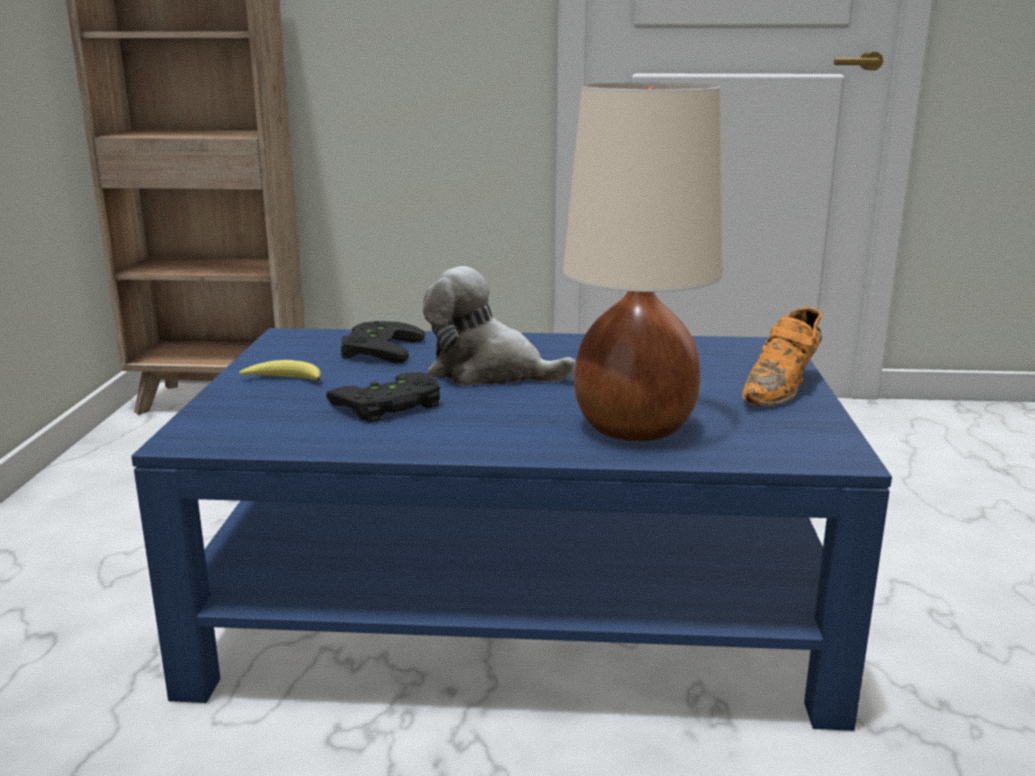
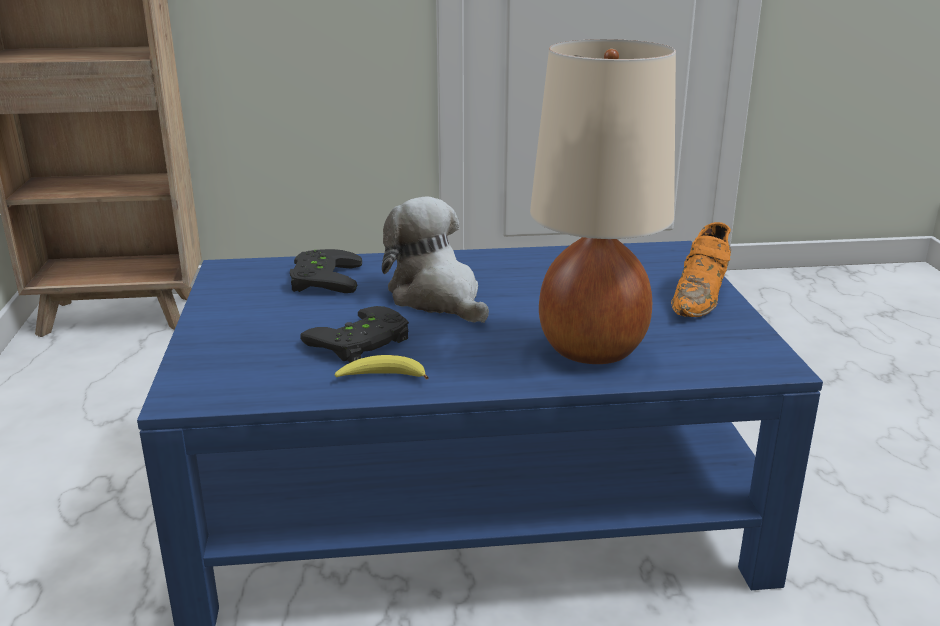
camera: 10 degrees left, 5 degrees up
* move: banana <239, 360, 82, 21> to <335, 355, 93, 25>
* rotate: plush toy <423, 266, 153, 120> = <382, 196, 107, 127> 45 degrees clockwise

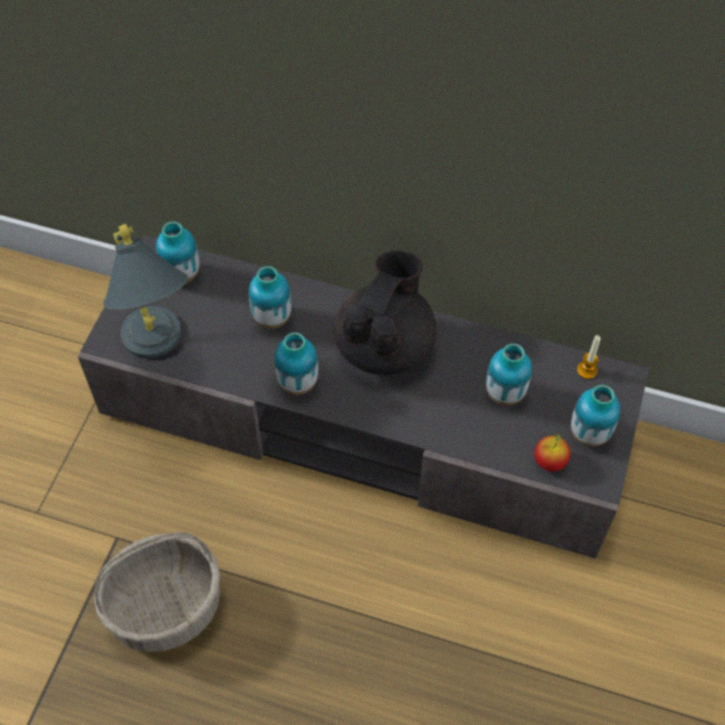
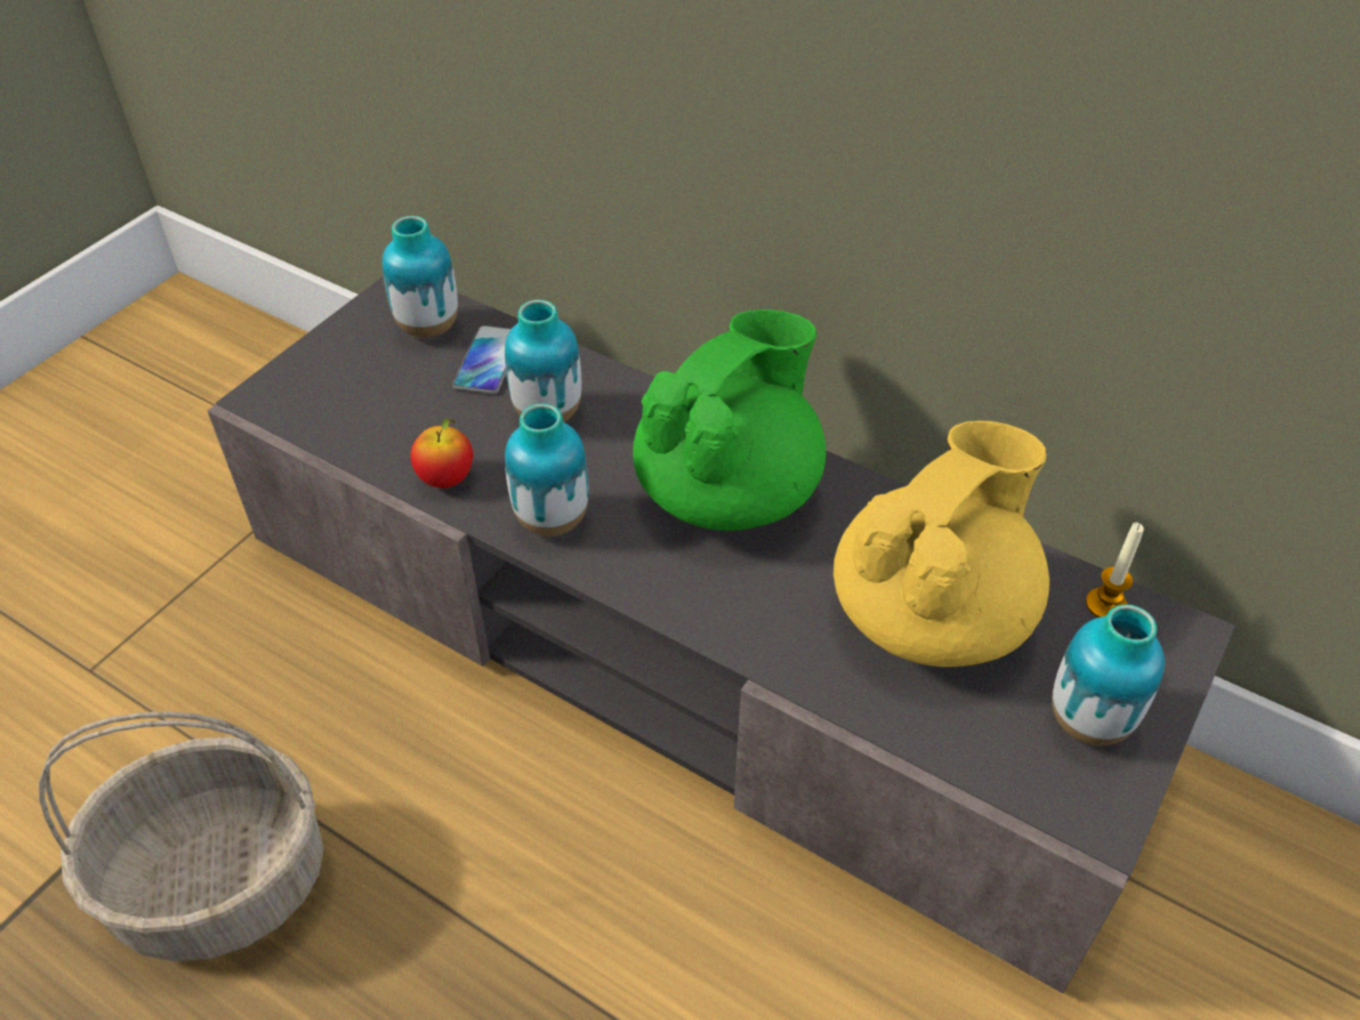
camera: 15 degrees right, 10 degrees down
* move: apple <534, 434, 36, 37> to <410, 417, 63, 71>
* insert: phone <452, 325, 60, 69>
* recolor: teapot (black) <334, 251, 103, 124> to teapot (green) <633, 309, 193, 222>
* replace: vase <486, 344, 46, 62> to teapot (yellow) <833, 421, 216, 246>
* delete: table lamp (grey) <103, 224, 85, 134>

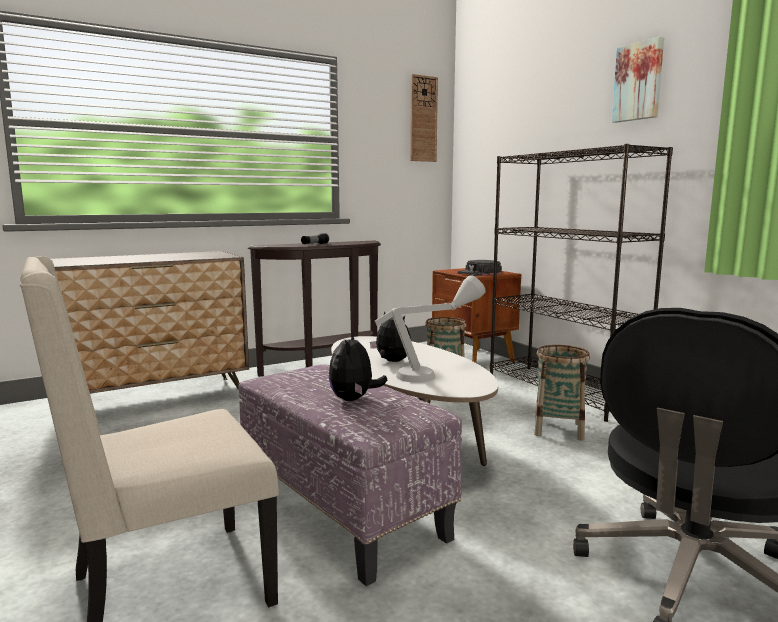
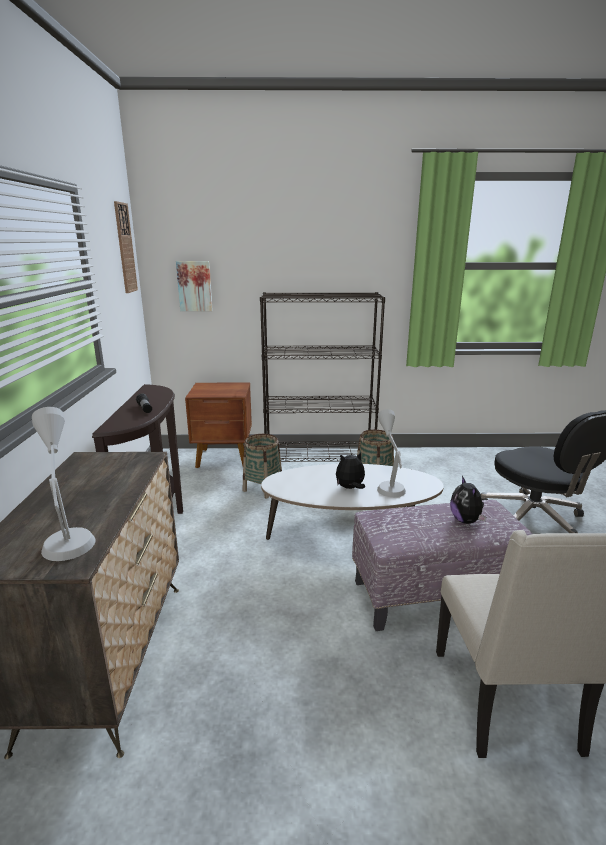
camera: 60 degrees left, 10 degrees up
* insert: table lamp (grey) <32, 407, 63, 154>
* move: picture <612, 37, 52, 86> to <176, 261, 37, 50>
* rotate: plush toy <329, 331, 58, 70> = <450, 476, 36, 48> 45 degrees clockwise
* delete: cap (black) <457, 260, 45, 16>

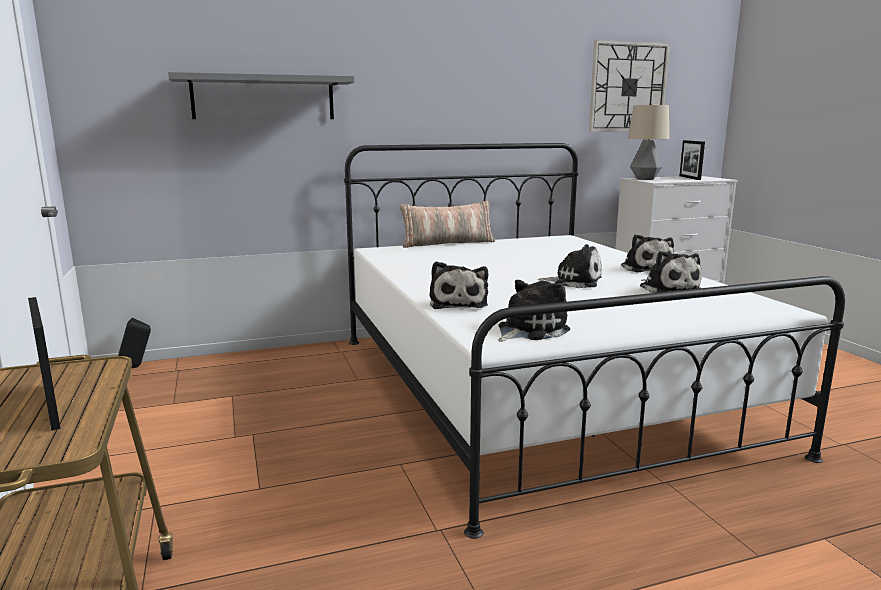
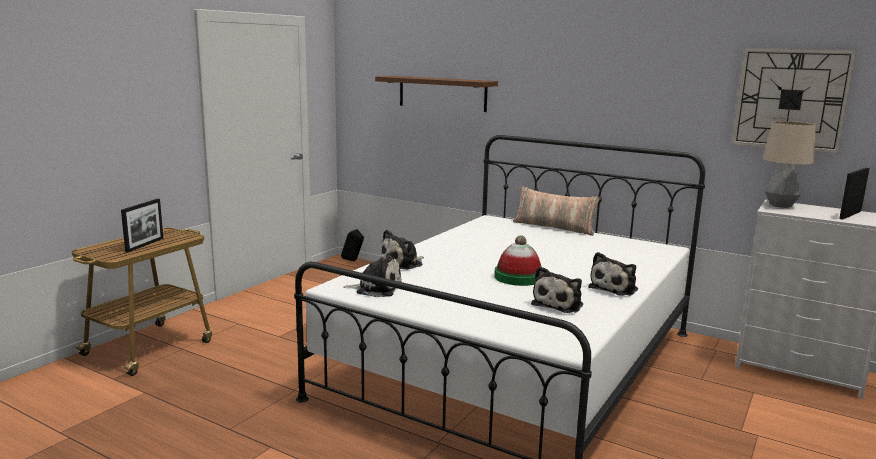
camera: 50 degrees right, 0 degrees up
* recolor: shelf (grey) <168, 72, 187, 47> to shelf (brown) <375, 76, 123, 36>
* replace: plush toy <537, 244, 65, 44> to hat <494, 235, 47, 51>

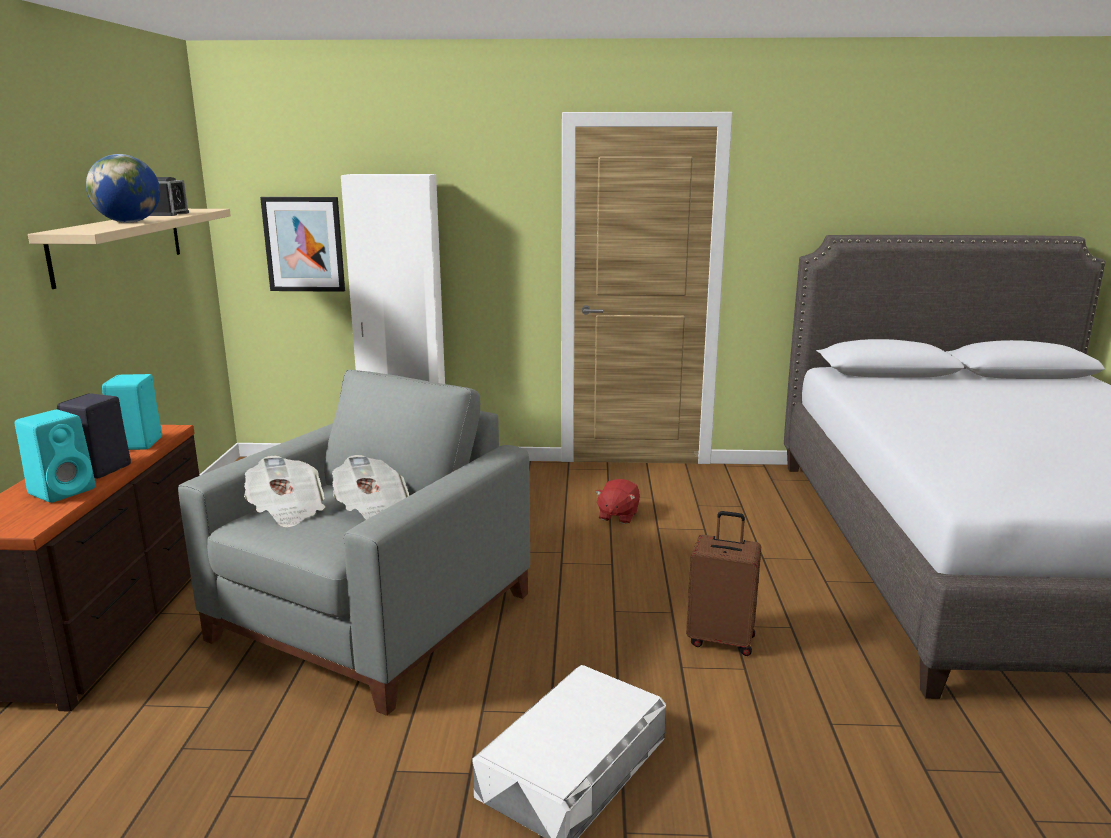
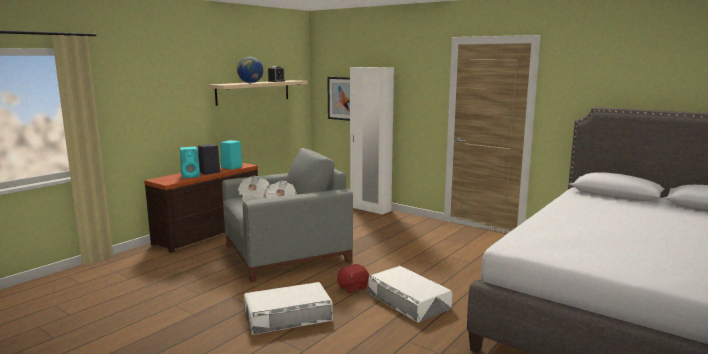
camera: 35 degrees right, 5 degrees down
* move: plush toy (red) <595, 479, 45, 45> to <337, 264, 32, 29>
* replace: suitcase (brown) <686, 511, 75, 145> to storage box (white) <368, 266, 84, 57>

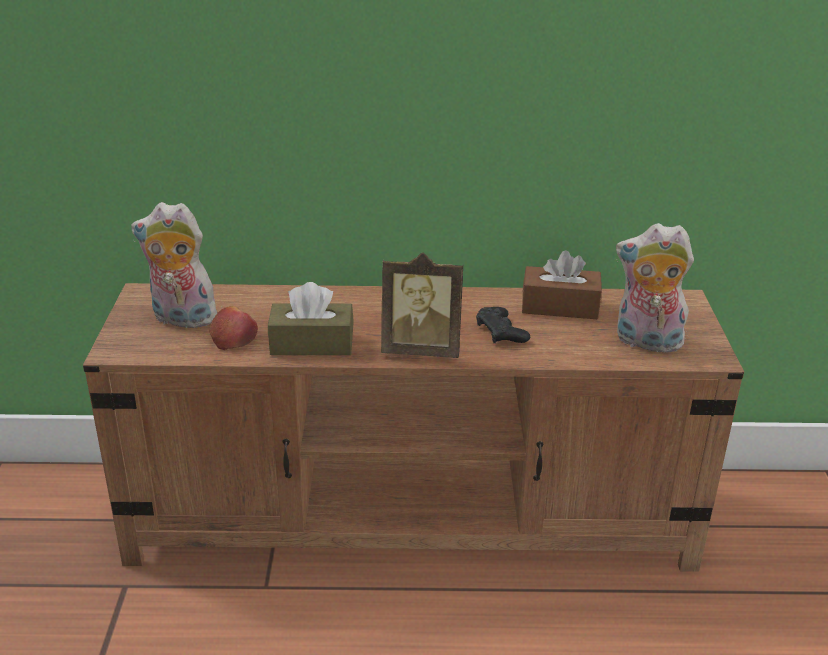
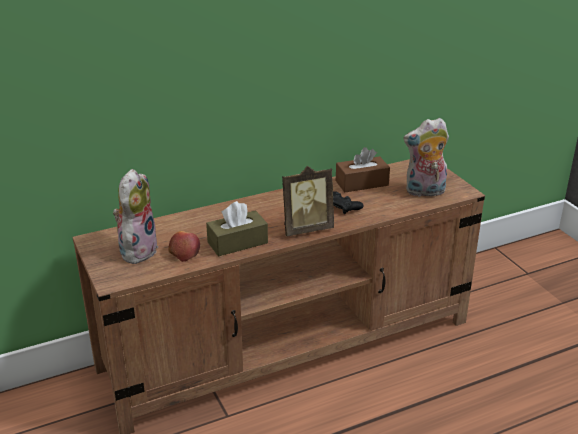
camera: 25 degrees left, 0 degrees up
* rotate: plush toy <131, 202, 86, 126> = <113, 169, 45, 95> 120 degrees clockwise

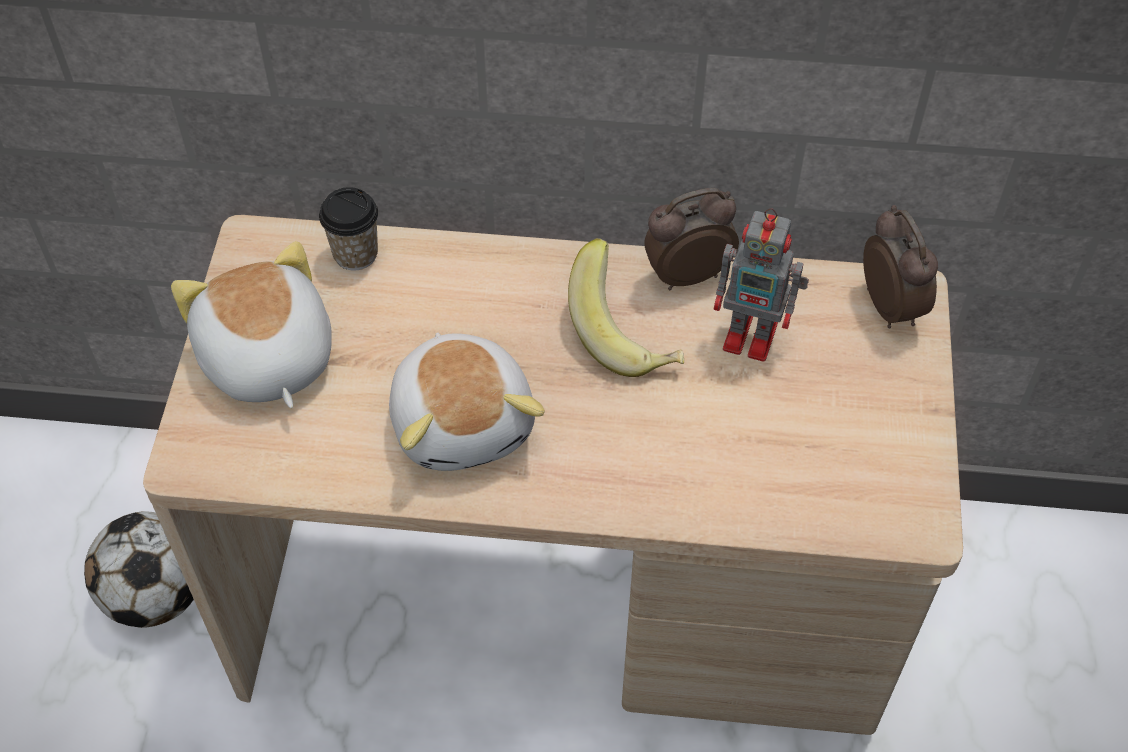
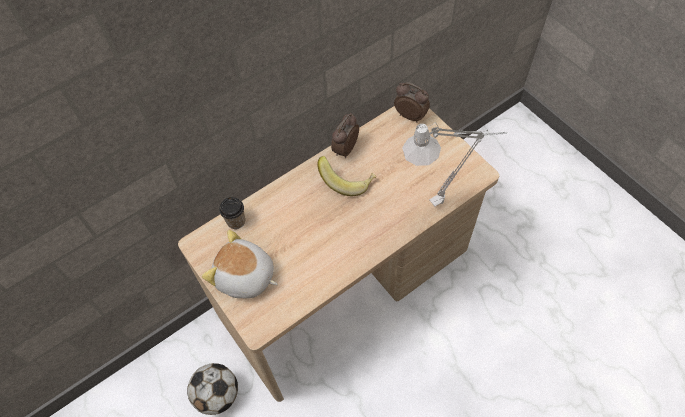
camera: 40 degrees left, 5 degrees up
* insert: table lamp (grey) <402, 122, 106, 85>
* delete: plush toy <389, 332, 156, 139>
* delete: toy robot <713, 208, 96, 154>

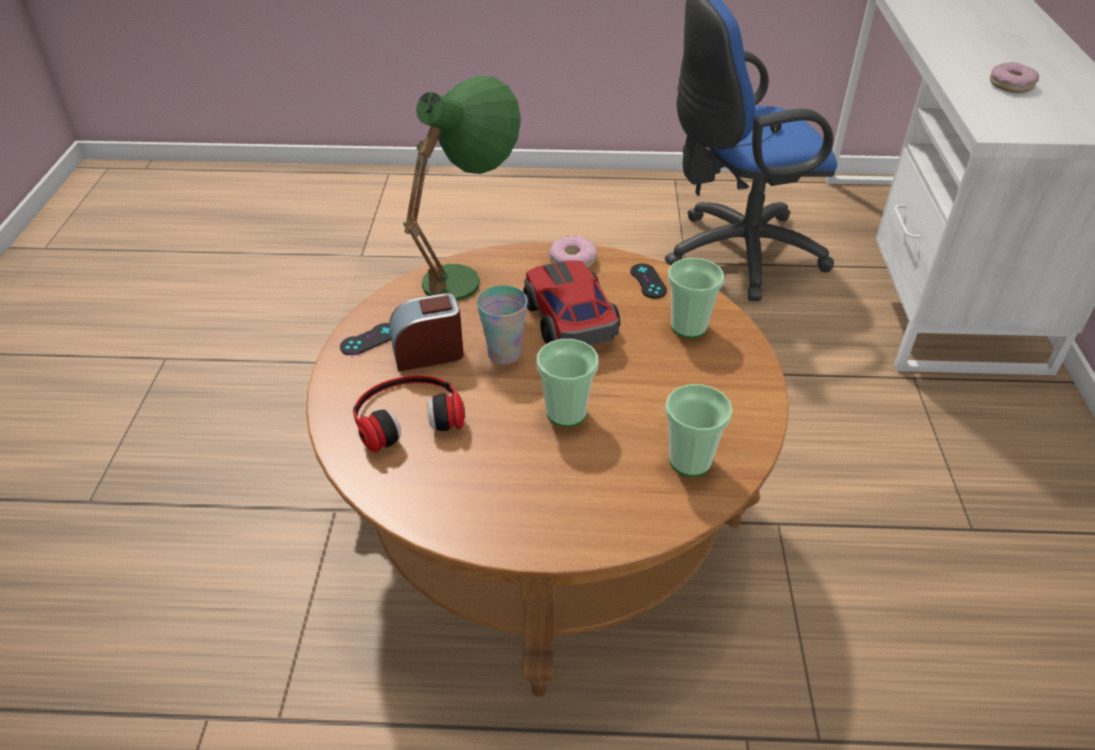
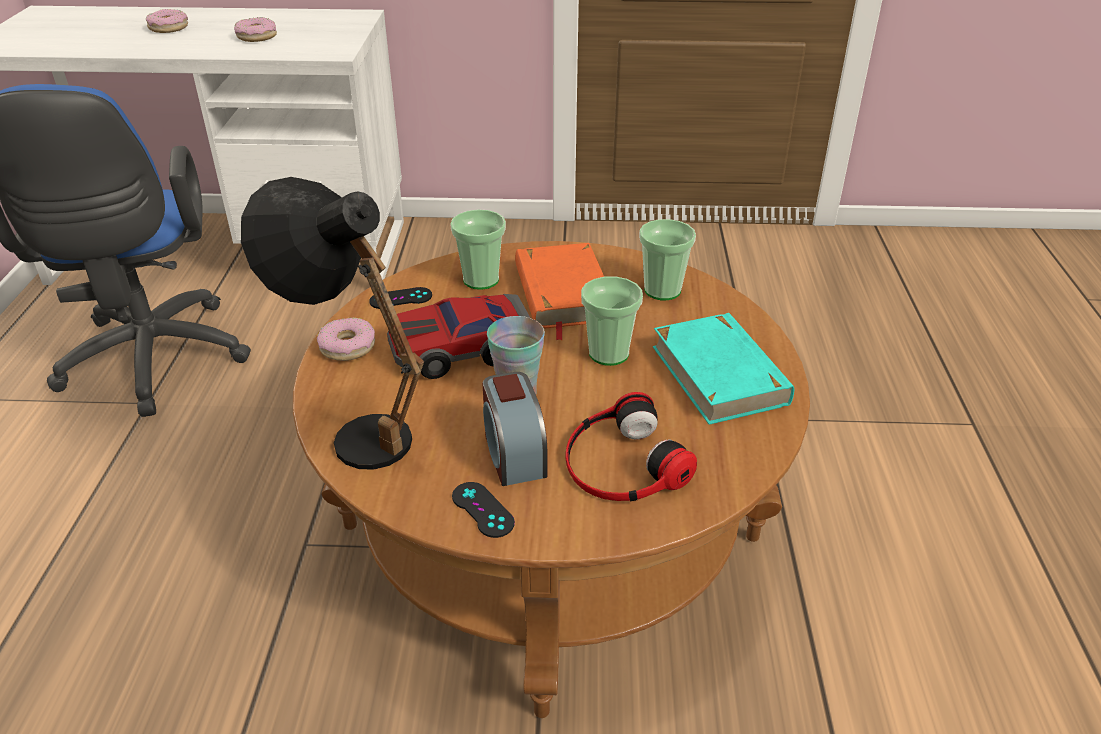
camera: 90 degrees left, 5 degrees down
* insert: donut <146, 9, 42, 24>
* recolor: table lamp (green) <403, 76, 118, 225> to table lamp (black) <241, 177, 183, 293>
* insert: book (orange) <515, 243, 89, 98>
* insert: book (turquoise) <653, 313, 141, 112>

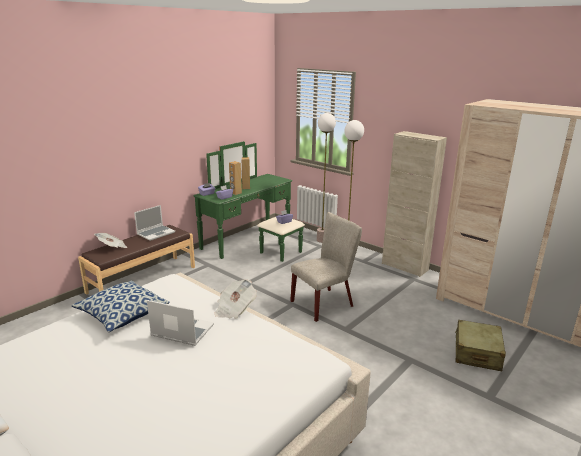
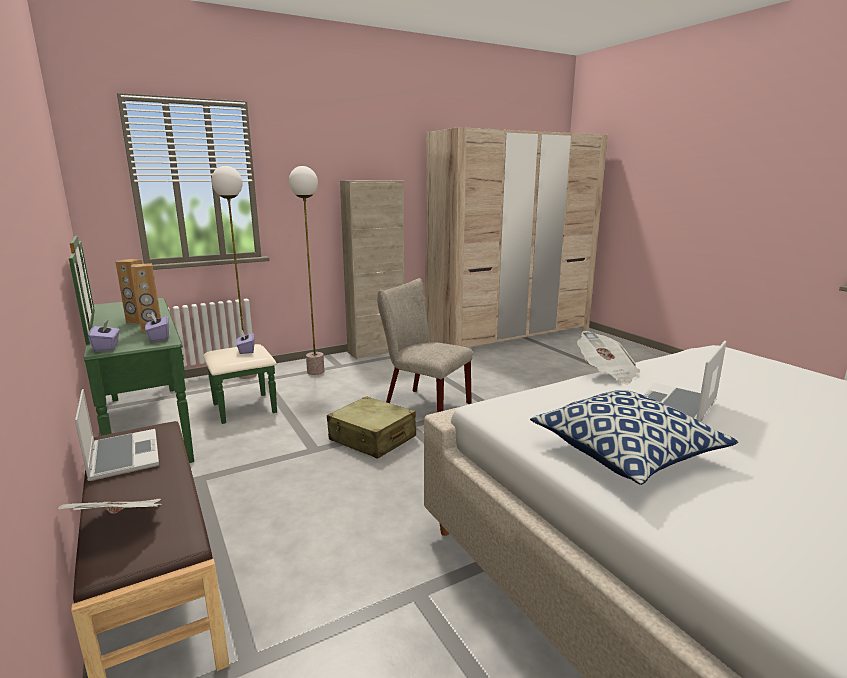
camera: 70 degrees left, 5 degrees down
* move: suitcase (beige) <455, 320, 51, 51> to <327, 396, 89, 63>
* rotate: chair (beige) <290, 212, 72, 110> = <377, 278, 96, 134> 45 degrees counterclockwise

